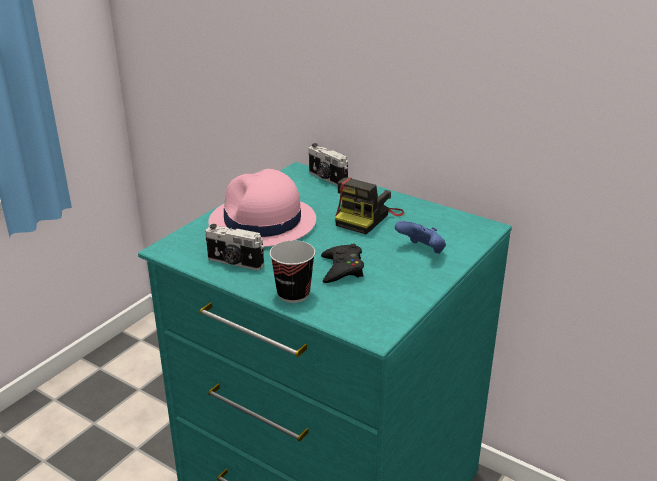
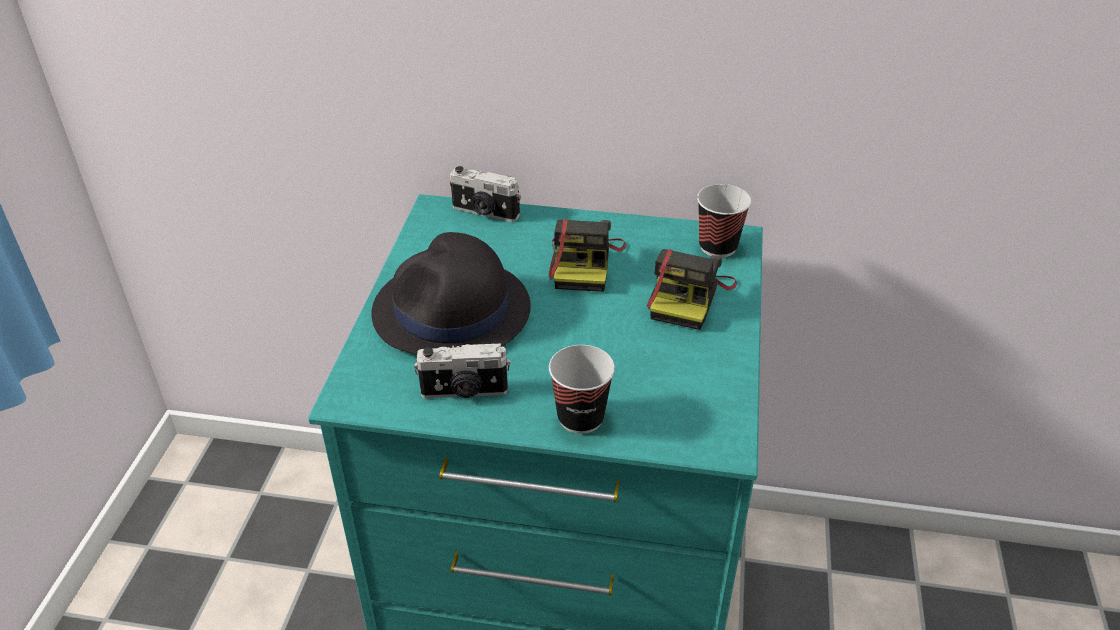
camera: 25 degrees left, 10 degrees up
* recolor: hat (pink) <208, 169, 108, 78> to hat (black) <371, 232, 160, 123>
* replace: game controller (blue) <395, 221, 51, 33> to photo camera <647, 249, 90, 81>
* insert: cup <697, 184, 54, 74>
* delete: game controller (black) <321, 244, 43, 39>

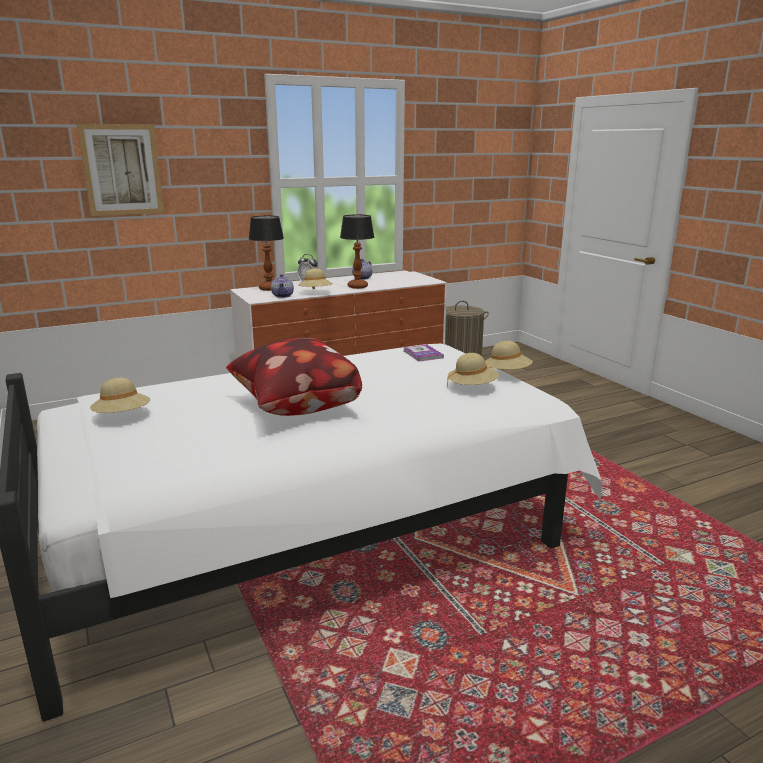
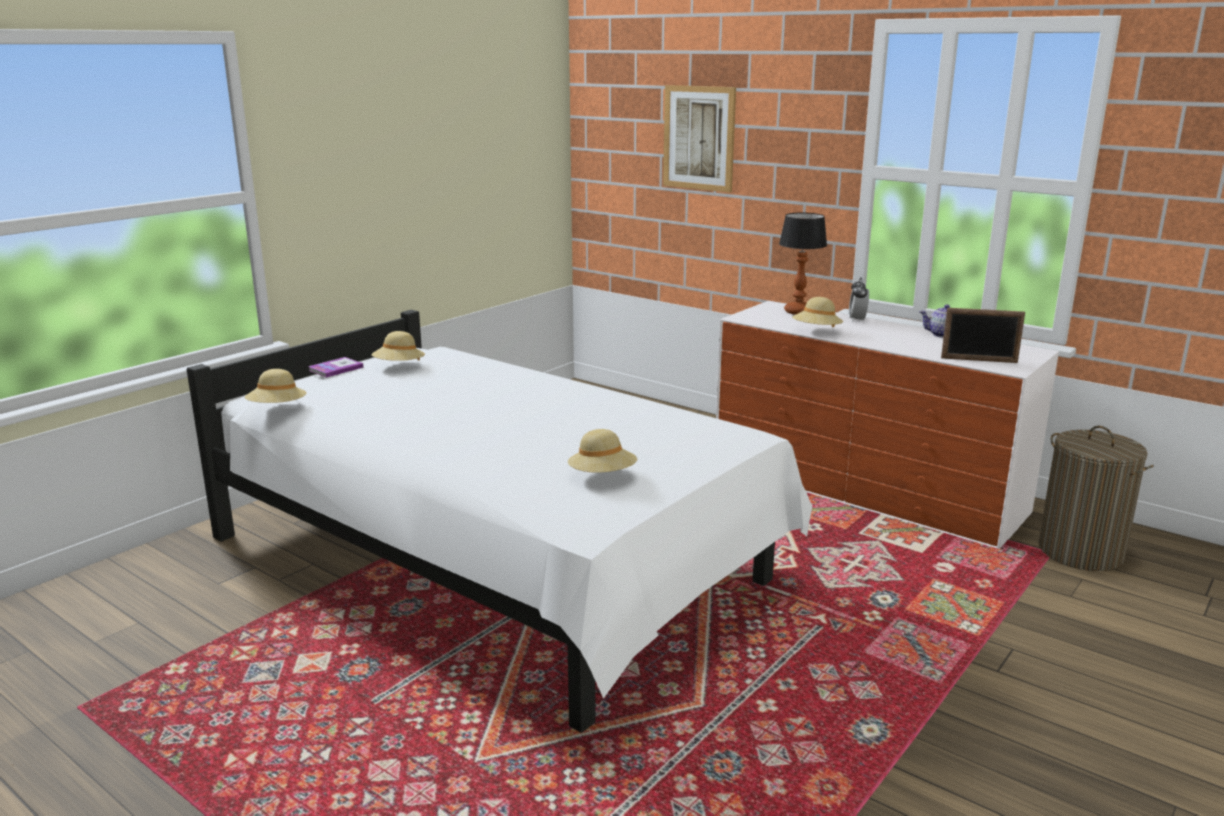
camera: 65 degrees right, 0 degrees up
* move: hat (beige) <485, 341, 48, 29> to <245, 369, 62, 34>
* move: book <403, 345, 41, 17> to <308, 357, 56, 21>
* insert: picture frame <941, 308, 84, 55>
* delete: pillow <226, 338, 136, 78>
* delete: teapot <271, 274, 23, 24>
* delete: table lamp <340, 215, 34, 74>

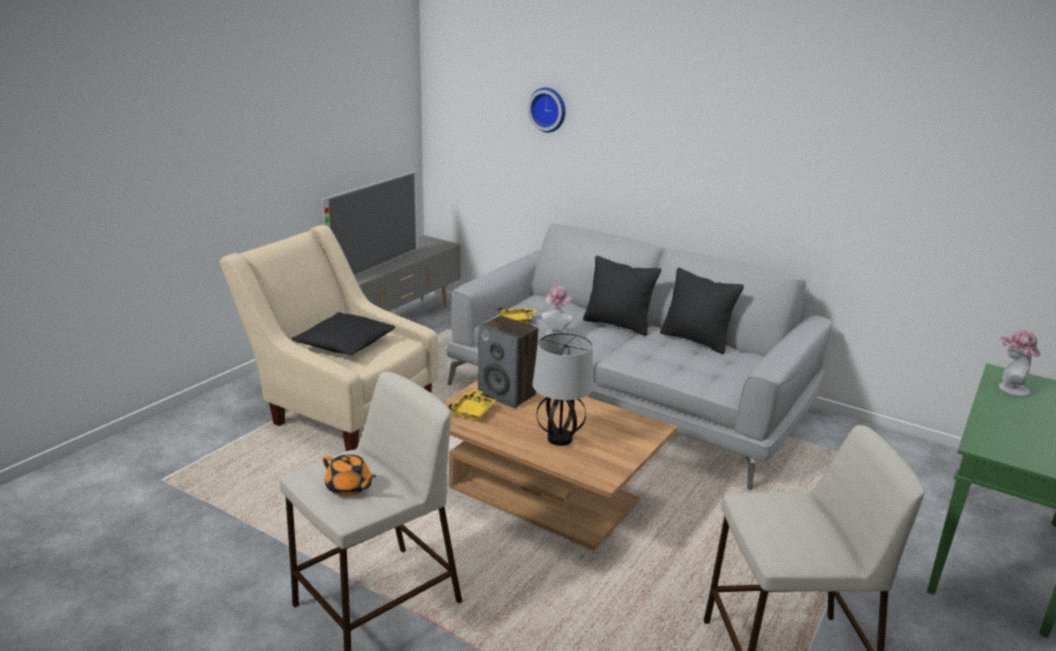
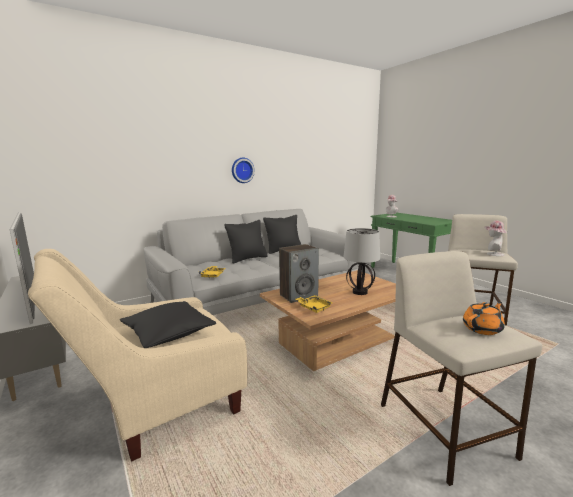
camera: 65 degrees left, 10 degrees down
* move: wall clock <528, 87, 38, 46> to <232, 158, 23, 25>
* move: hat <542, 286, 31, 49> to <484, 221, 23, 35>

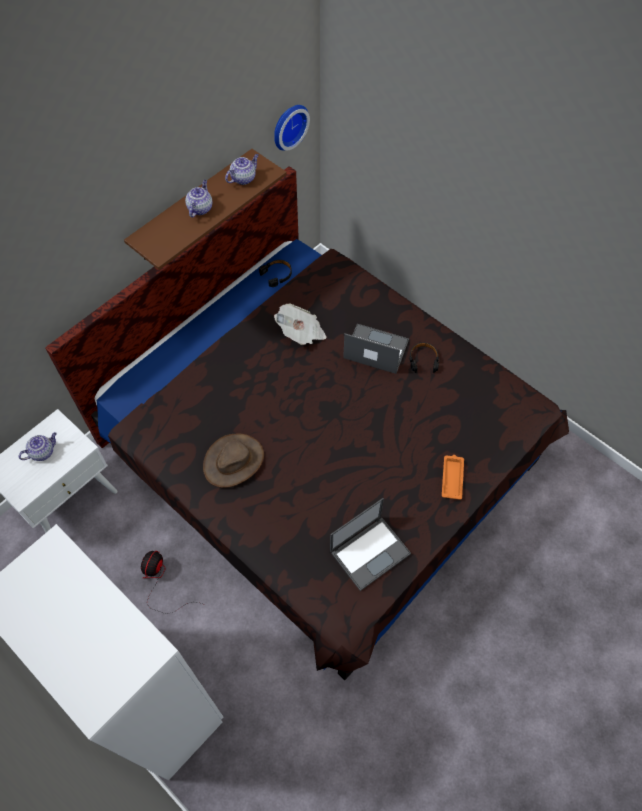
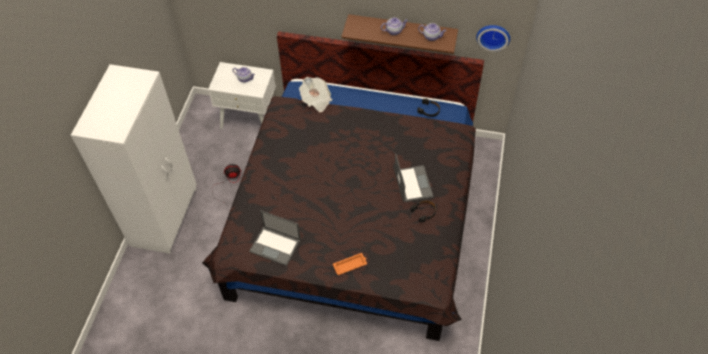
camera: 60 degrees right, 5 degrees down
* move: newspaper <274, 304, 52, 41> to <299, 77, 33, 35>
* delete: hat (brown) <203, 434, 61, 54>

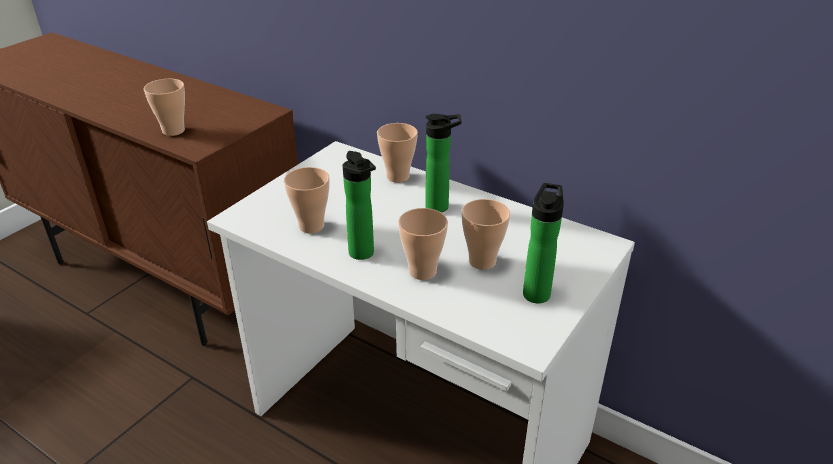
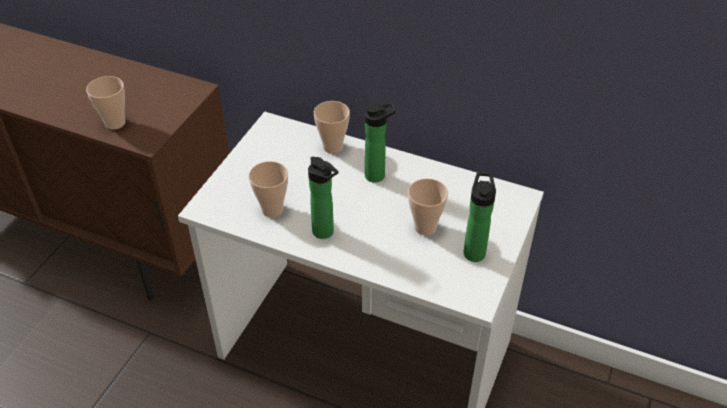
camera: 10 degrees left, 10 degrees up
* delete: cup <398, 208, 50, 72>

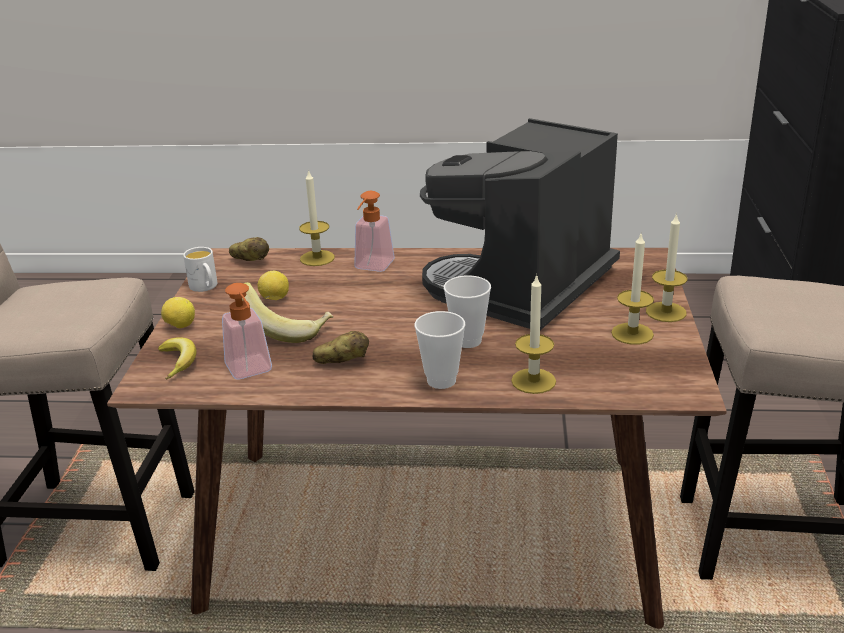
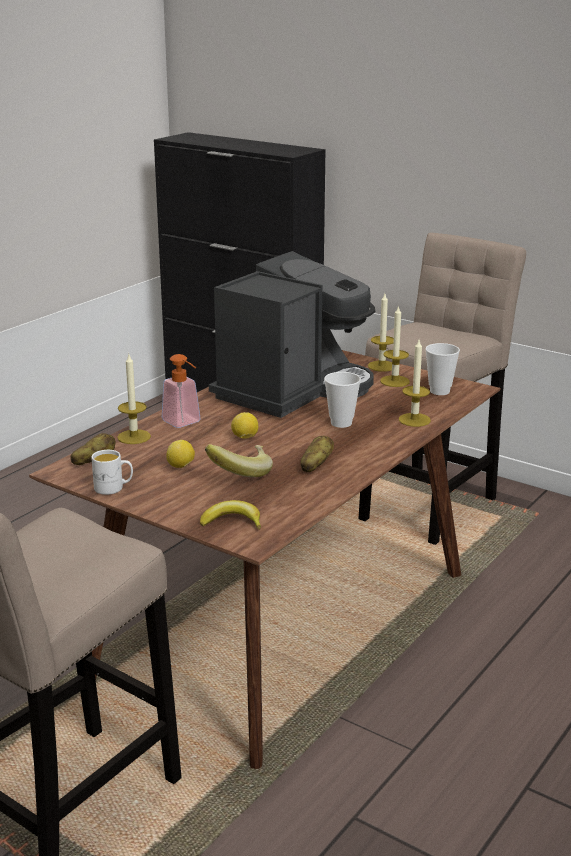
camera: 60 degrees left, 5 degrees down
* rotate: coffee machine <420, 118, 200, 212> = <209, 251, 166, 167> 120 degrees counterclockwise
* move: lemon <161, 297, 34, 32> to <231, 412, 27, 27>
* move: cup <414, 311, 51, 78> to <425, 343, 35, 52>
* delete: soap dispenser <222, 283, 50, 96>

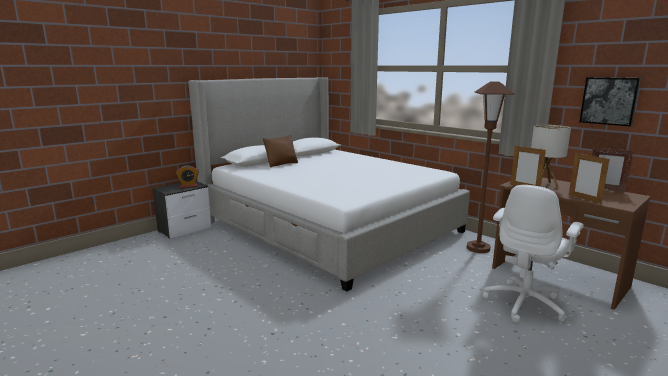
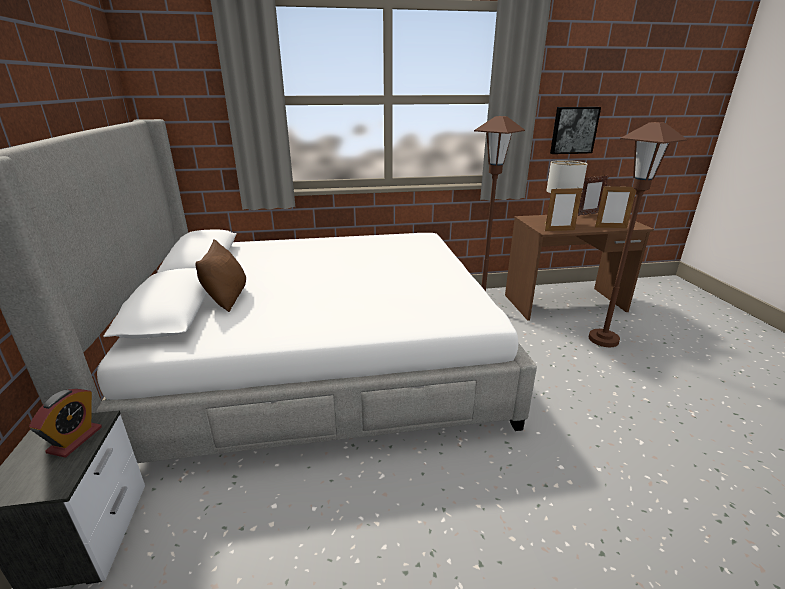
camera: 55 degrees left, 10 degrees up
* replace: office chair (white) <483, 185, 101, 138> to floor lamp (brown) <589, 122, 98, 225>

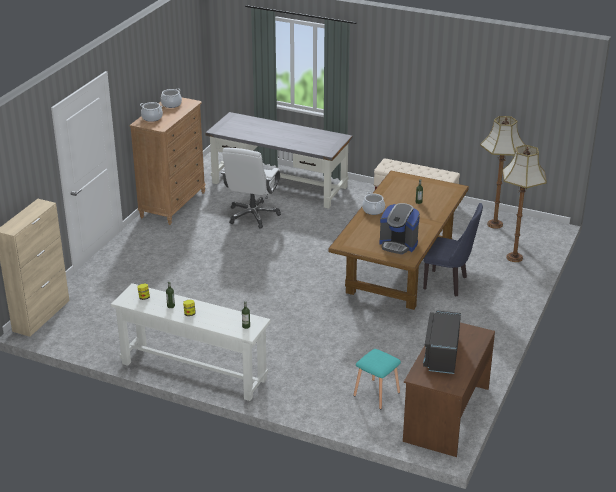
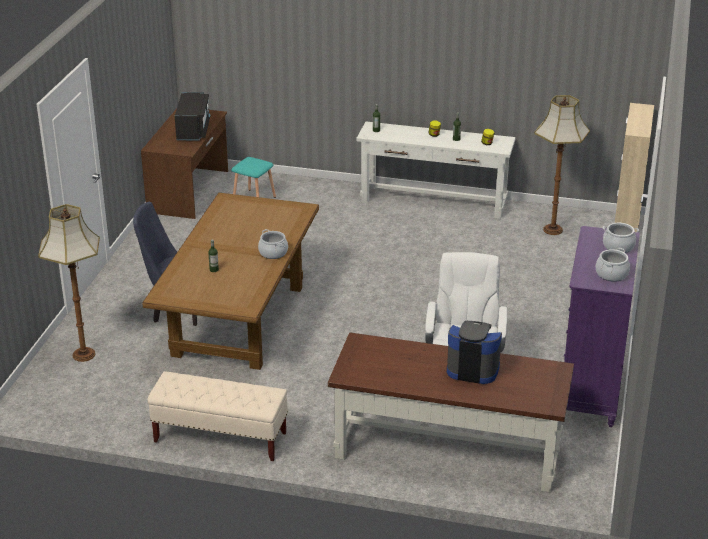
camera: 170 degrees right, 0 degrees up
* recolor: desk (grey) <205, 112, 148, 97> to desk (brown) <328, 332, 246, 161>
* move: coffee machine <379, 203, 41, 51> to <447, 321, 55, 63>
* move: floor lamp <480, 116, 45, 113> to <534, 95, 56, 140>
* recolor: dresser (brown) <129, 98, 77, 127> to dresser (purple) <564, 226, 76, 201>

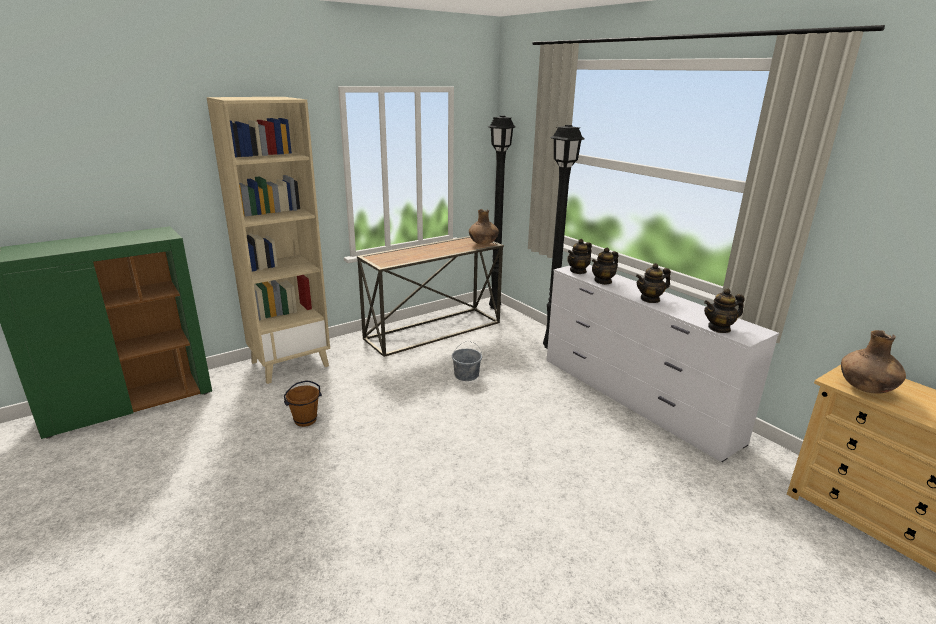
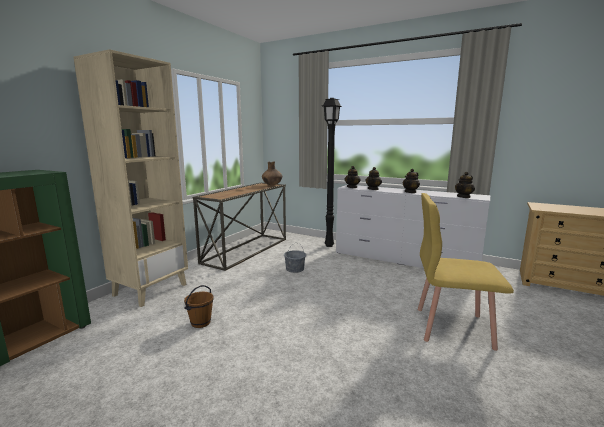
camera: 25 degrees left, 10 degrees down
* insert: chair (yellow) <418, 193, 96, 158>
* delete: floor lamp (black) <488, 116, 28, 193>
* delete: vase (brown) <841, 330, 65, 64>

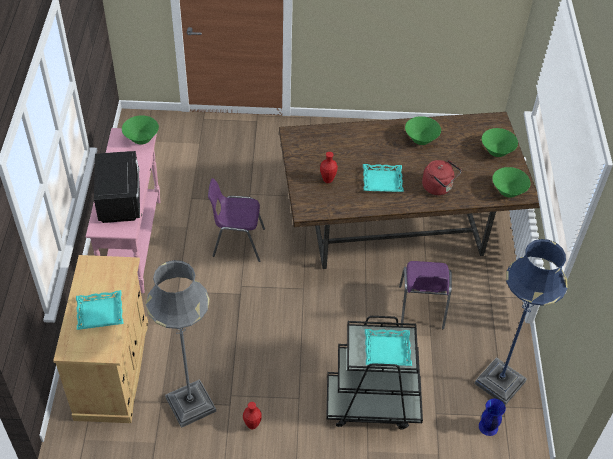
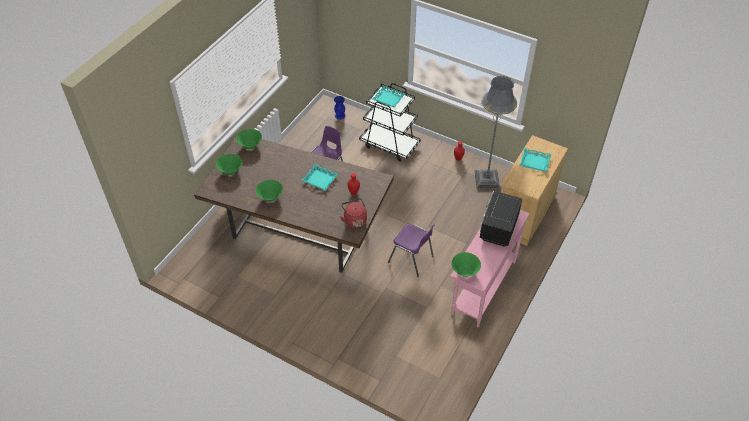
camera: 150 degrees left, 0 degrees up
* move: kettle (red) <422, 160, 39, 35> to <340, 198, 27, 30>
* delete: floor lamp (blue) <474, 239, 94, 166>

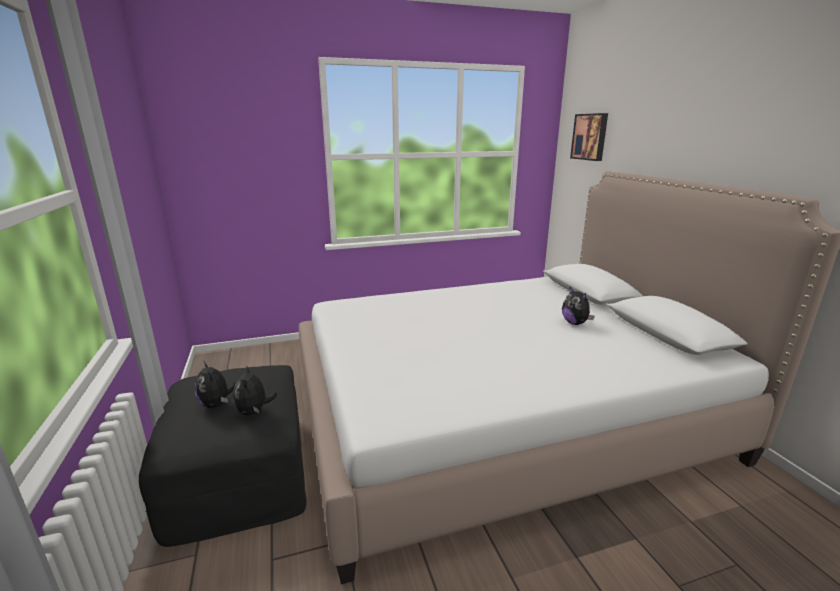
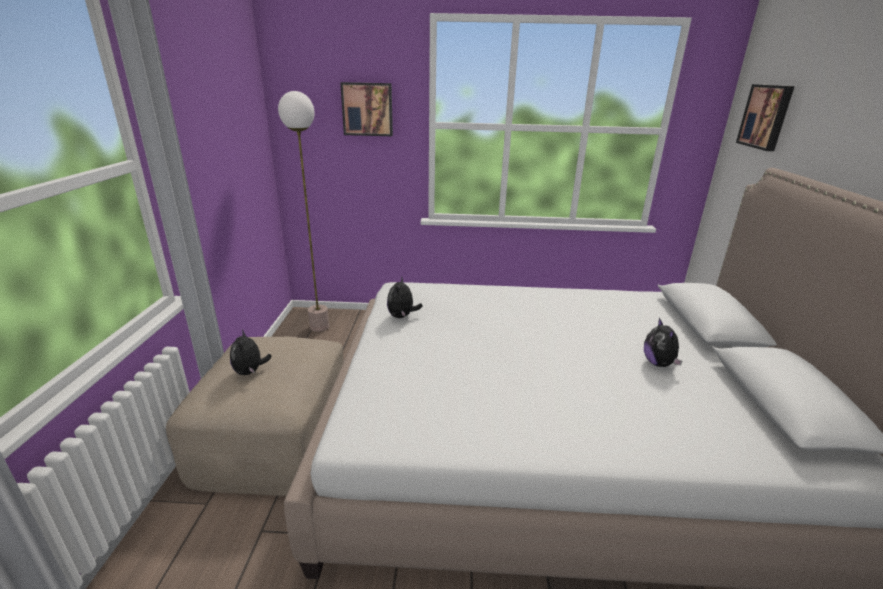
camera: 20 degrees right, 5 degrees up
* recolor: ottoman (black) <139, 365, 168, 182> to ottoman (beige) <166, 336, 178, 160>
* insert: floor lamp <278, 91, 51, 241>
* insert: picture <340, 82, 53, 54>
* move: plush toy <233, 365, 44, 50> to <387, 276, 35, 42>

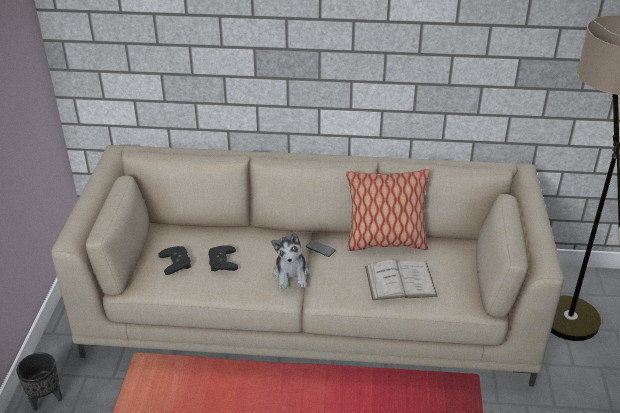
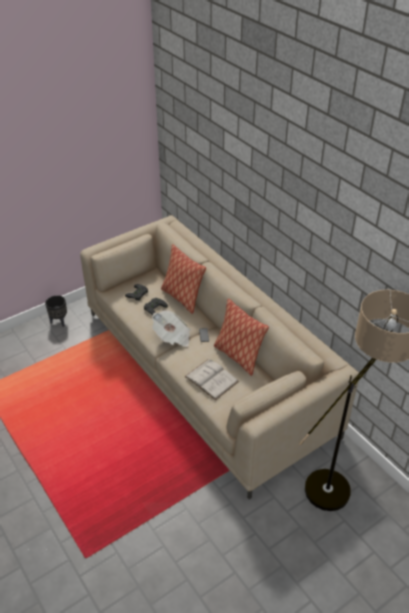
camera: 50 degrees right, 5 degrees up
* replace: plush toy <271, 232, 39, 57> to newspaper <152, 310, 39, 37>
* insert: pillow <161, 244, 45, 70>

